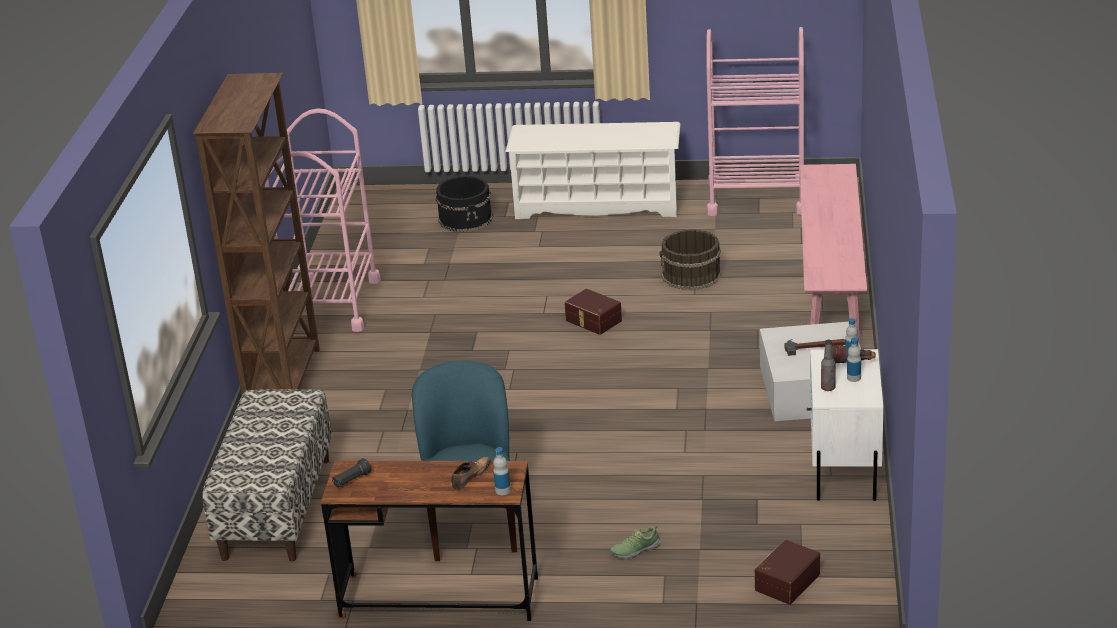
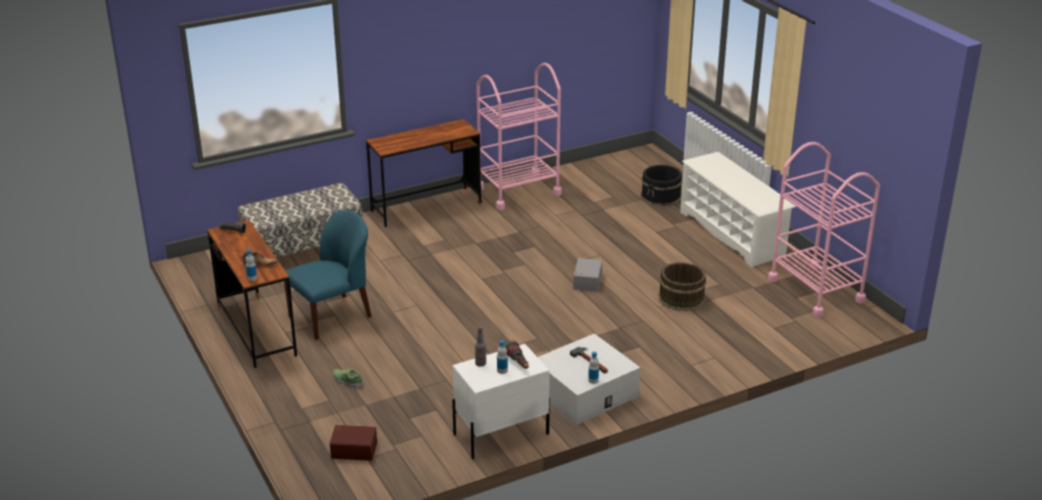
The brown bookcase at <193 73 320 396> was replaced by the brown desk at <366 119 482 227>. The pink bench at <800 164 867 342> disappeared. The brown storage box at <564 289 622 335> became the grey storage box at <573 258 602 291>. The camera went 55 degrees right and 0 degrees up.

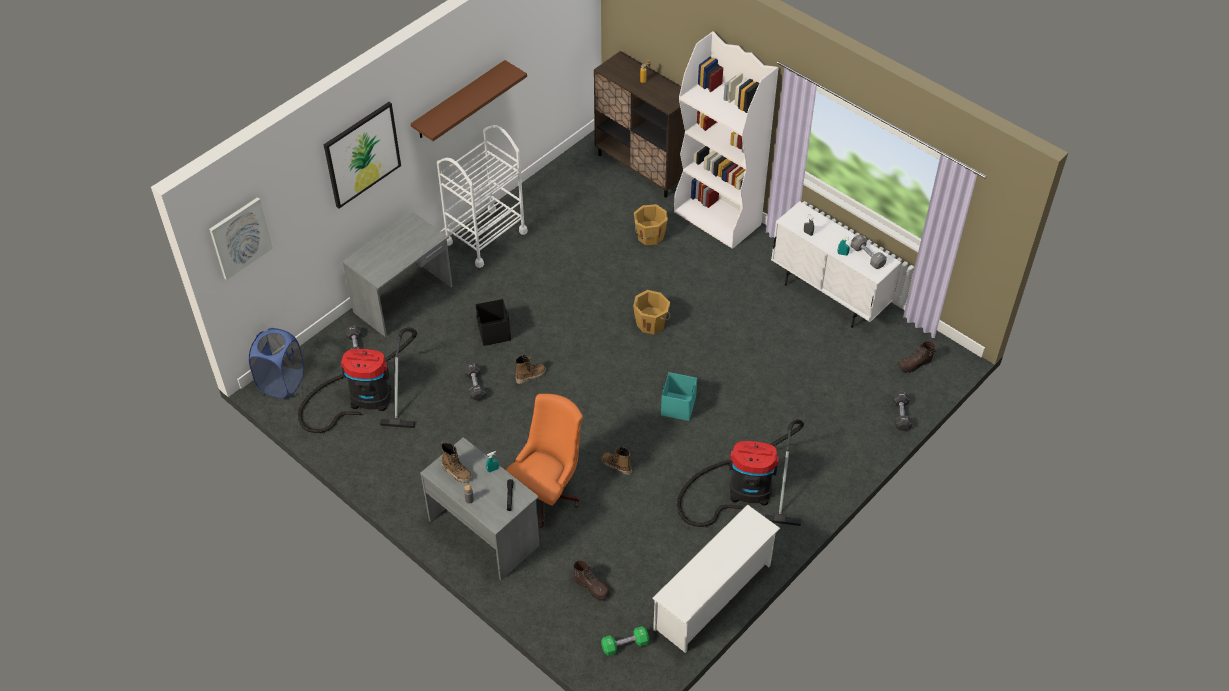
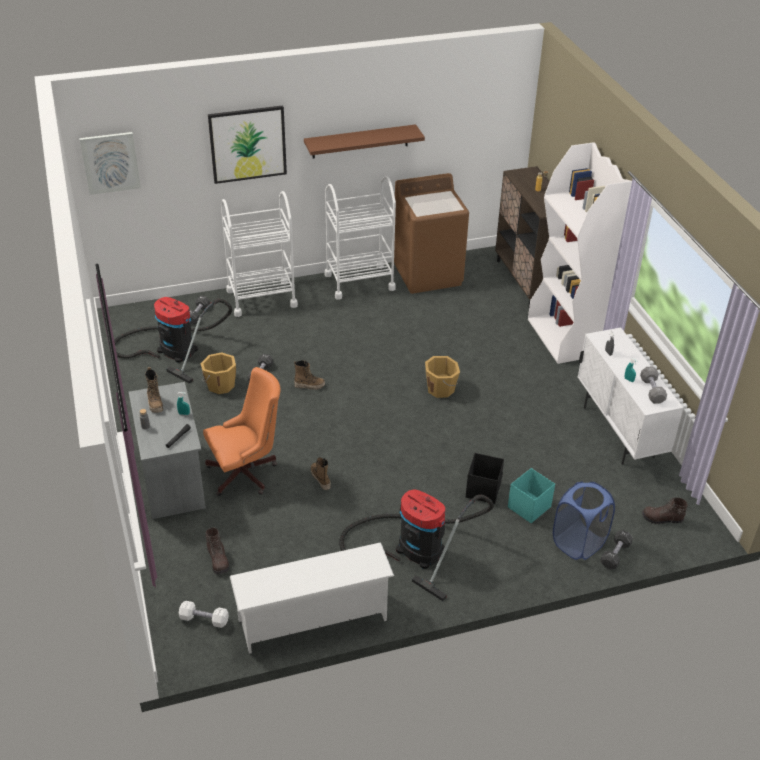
The orange bucket moved from <634 204 668 245> to <201 352 236 394>. The grey desk at <342 212 452 337> was replaced by the white cart at <221 191 298 317>. The black storage box moved from <475 299 511 346> to <466 453 504 504>. The blue laundry basket moved from <249 328 304 399> to <553 481 615 560>. The turquoise storage box moved from <661 372 697 421> to <508 468 555 523>. The green dumbbell at <601 626 649 656> became the white dumbbell at <179 601 229 628>. The brown washing machine at <394 173 469 294> appeared. The camera went 30 degrees right and 10 degrees down.

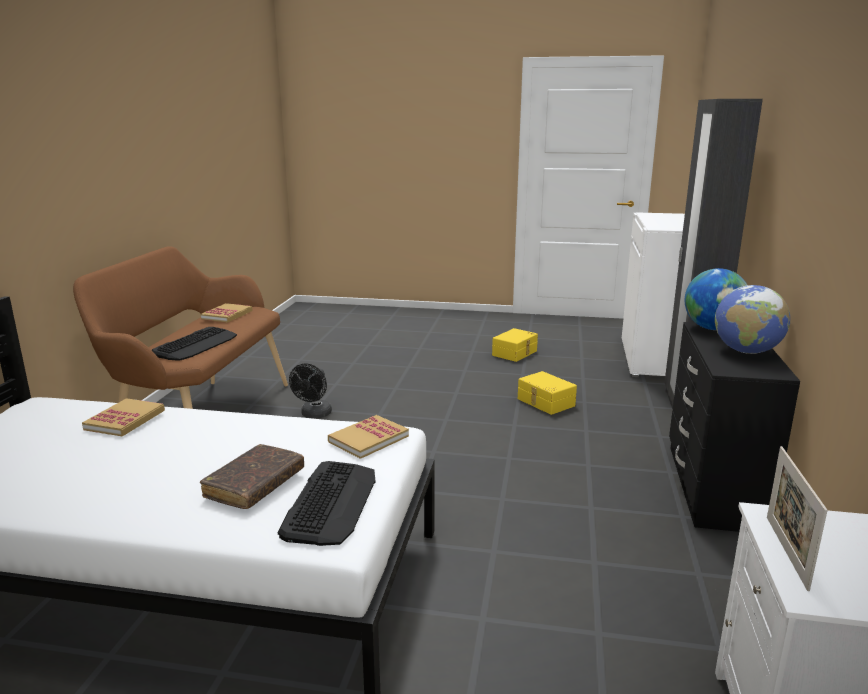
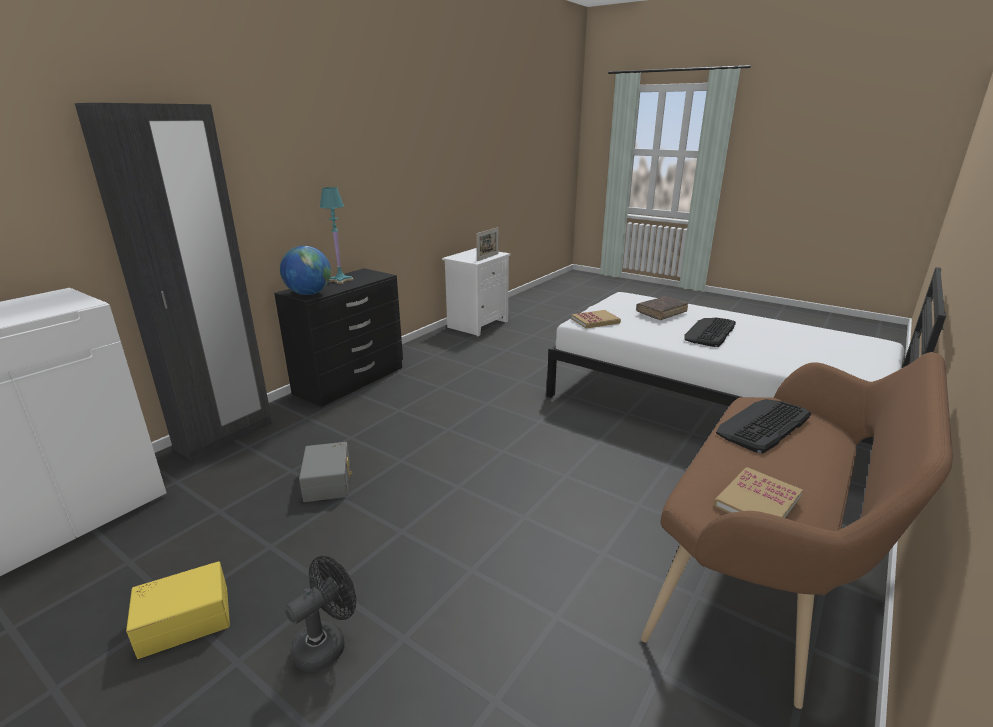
The globe at <715 285 790 354> was replaced by the turquoise table lamp at <320 187 353 284>. The black fan moved from <289 363 332 418> to <285 556 356 672>. The yellow storage box at <518 371 577 415> became the grey storage box at <299 442 352 502>. The book at <82 398 165 436> disappeared. The keyboard moved from <278 461 375 546> to <684 317 736 347>. The camera went 155 degrees left and 5 degrees up.

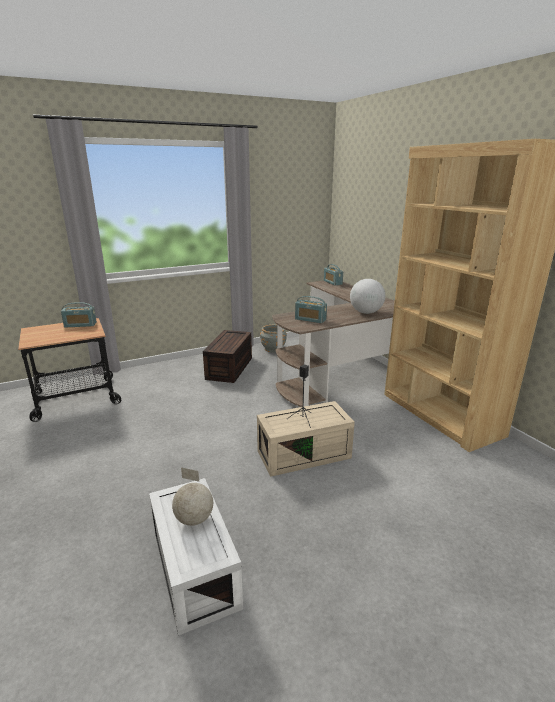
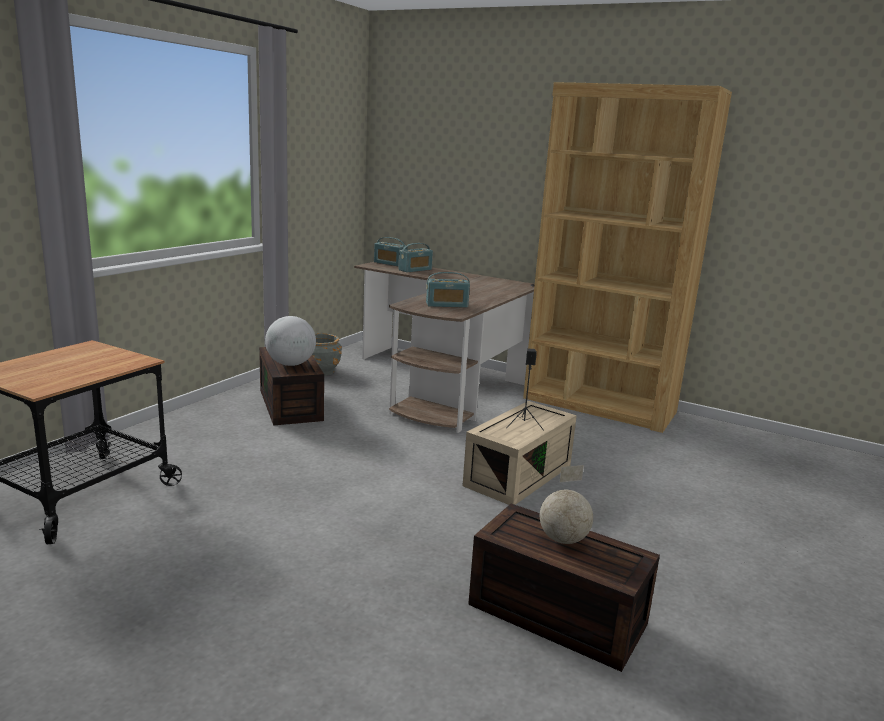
The globe moved from <350 279 385 314> to <265 316 316 366>. The radio moved from <61 302 97 328> to <399 243 433 272>. The white storage box at <149 478 243 636> became the brown storage box at <468 504 660 672>. The camera went 35 degrees left and 5 degrees down.

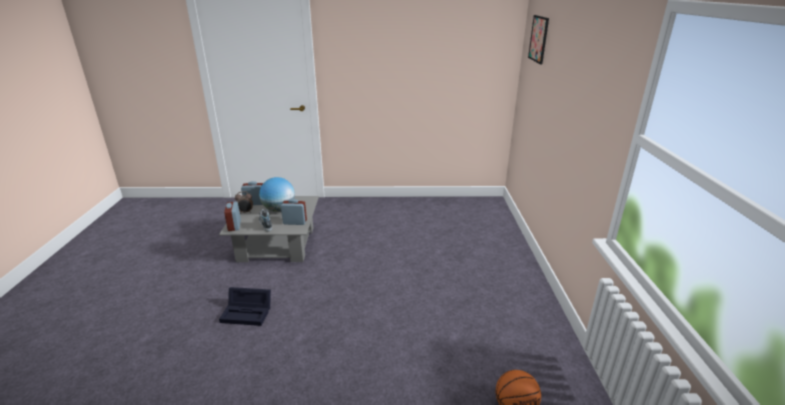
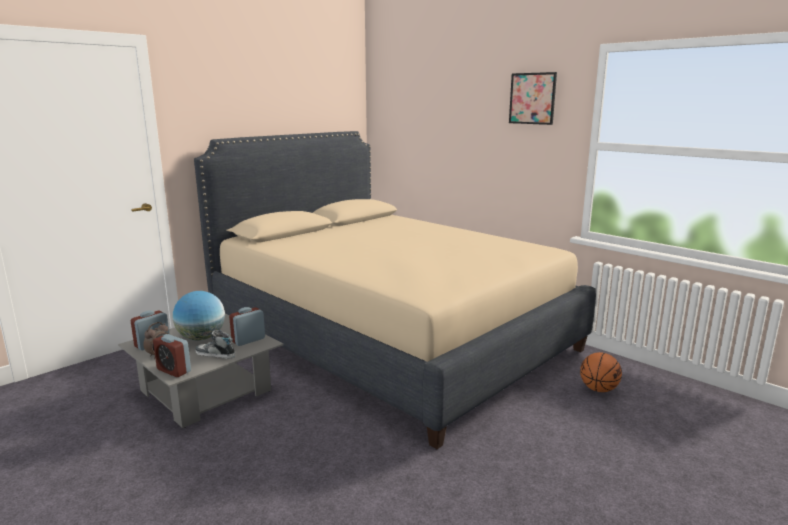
The picture moved from <528 15 549 64> to <509 72 557 125>. The black storage box at <219 287 271 326> disappeared. The beige bed at <194 131 596 449> appeared. The camera went 45 degrees left and 10 degrees down.

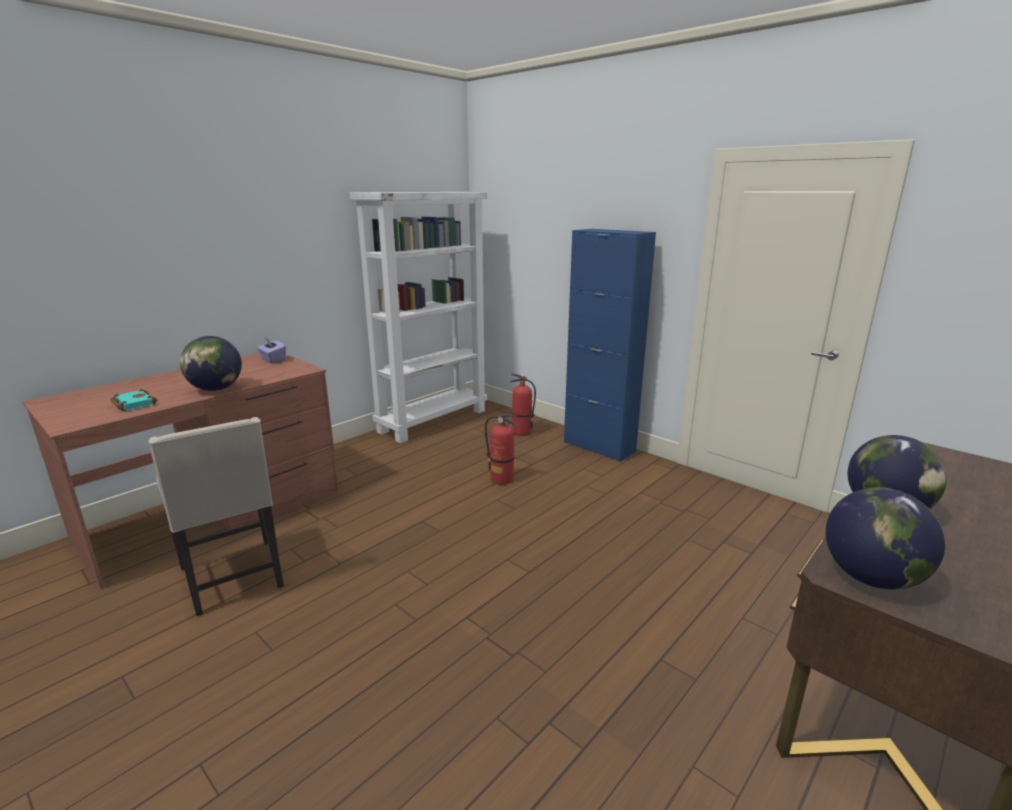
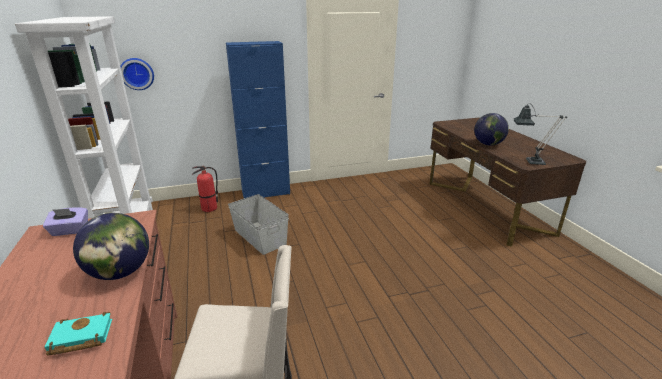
The fire extinguisher at <485 414 519 485> was replaced by the grey storage box at <228 194 289 255>. The globe at <826 487 945 590> was replaced by the table lamp at <514 103 567 165>. The wall clock at <120 58 154 90> appeared. The camera went 60 degrees left and 5 degrees up.

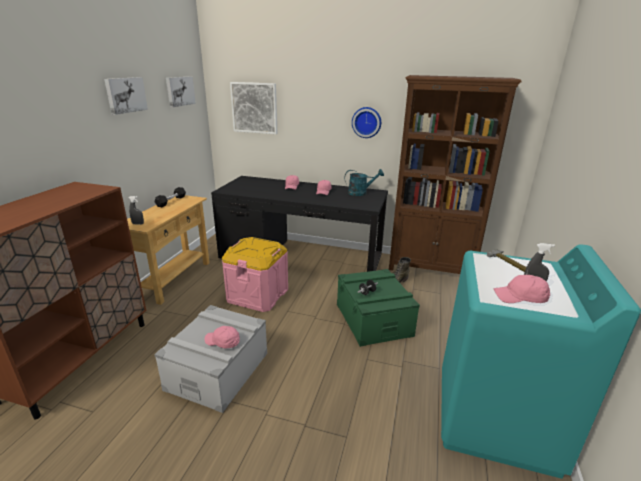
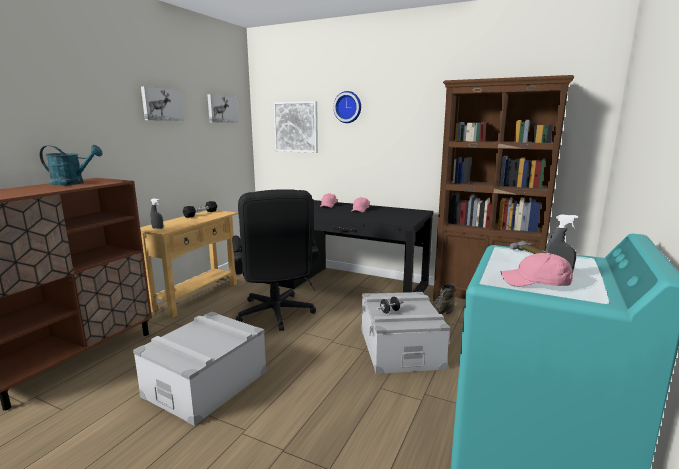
The wall clock moved from <352 107 381 138> to <333 91 361 123>. The turquoise watering can moved from <344 169 384 196> to <39 145 103 186>. The pink storage box at <222 237 288 312> was replaced by the black office chair at <232 189 318 331>. The green storage box at <337 269 420 347> became the grey storage box at <362 292 450 374>. The pink cap at <205 326 240 348> disappeared. The camera went 10 degrees right and 10 degrees down.

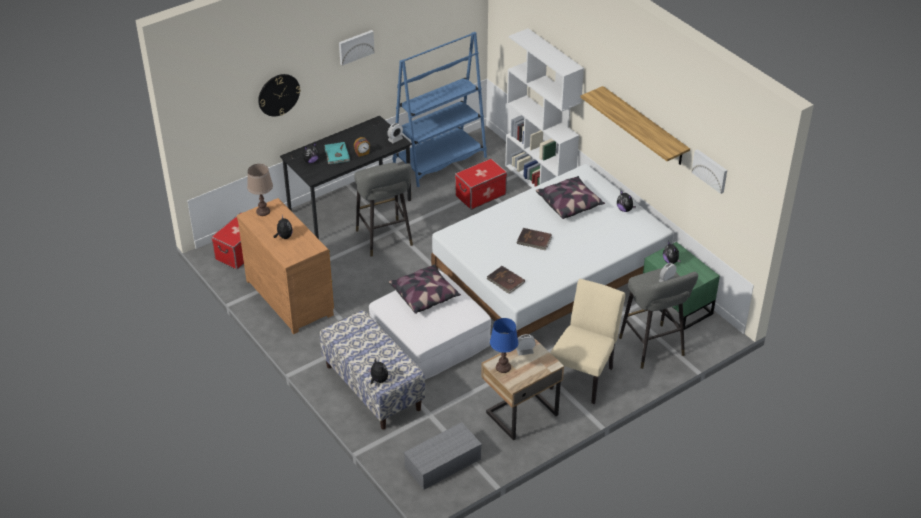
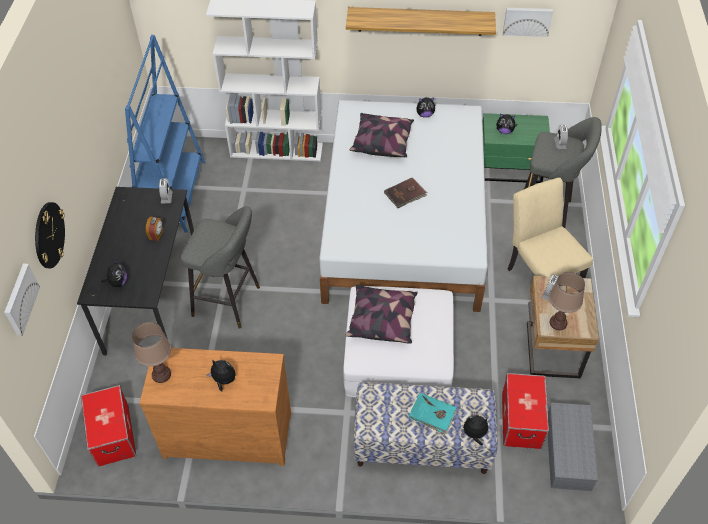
The picture moved from <339 30 375 66> to <4 264 40 336>. The turquoise book moved from <324 142 350 164> to <408 393 457 435>. The storage box moved from <455 158 507 210> to <502 373 549 449>. The brown book at <487 266 525 294> disappeared. The blue table lamp at <490 318 518 373> became the brown table lamp at <549 272 585 330>. The camera went 50 degrees left and 10 degrees up.

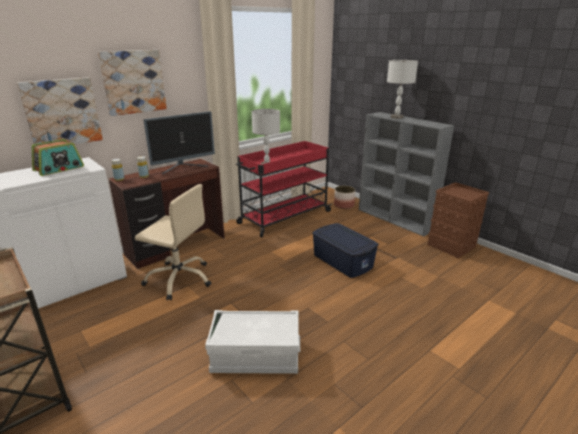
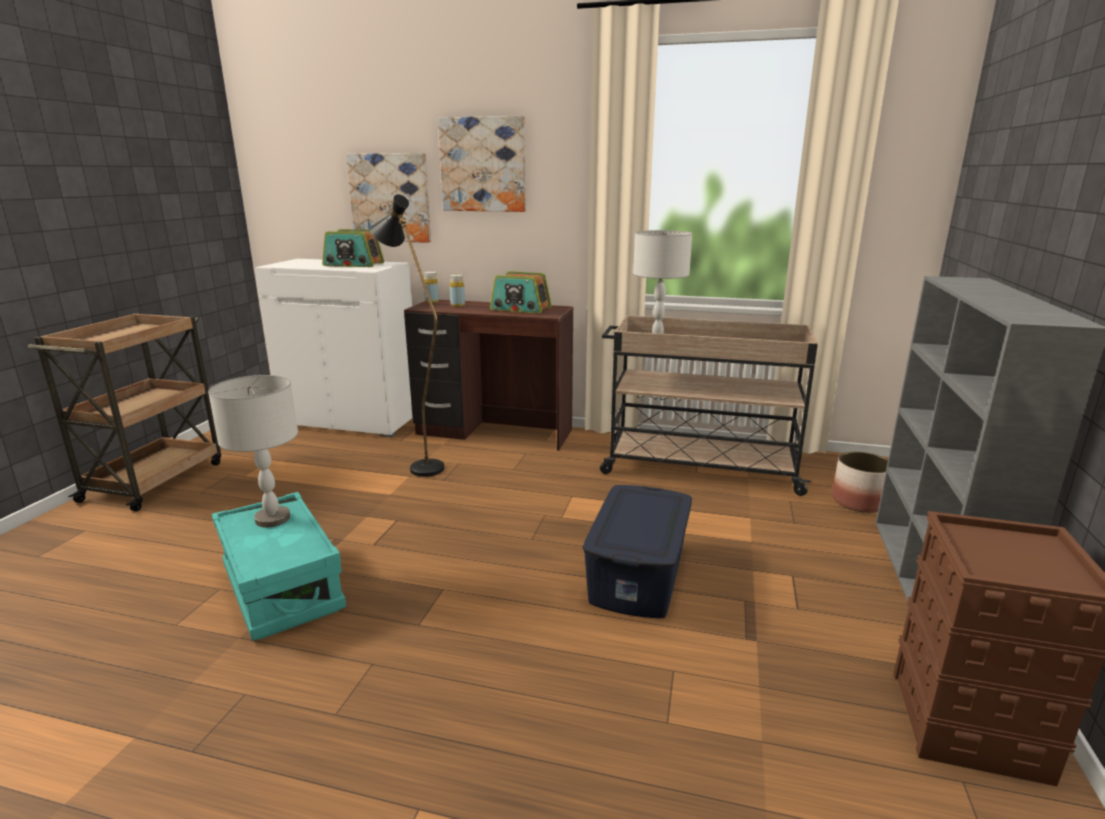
The grey table lamp moved from <387 60 418 119> to <208 375 298 528>. The monitor at <143 111 215 175> was replaced by the radio at <490 271 552 313>. The red cart at <236 141 332 237> became the beige cart at <600 315 818 496>. The beige office chair at <135 184 211 300> was replaced by the black floor lamp at <370 194 444 477>. The white storage box at <205 310 301 374> became the turquoise storage box at <212 492 346 641>. The camera went 55 degrees right and 5 degrees down.

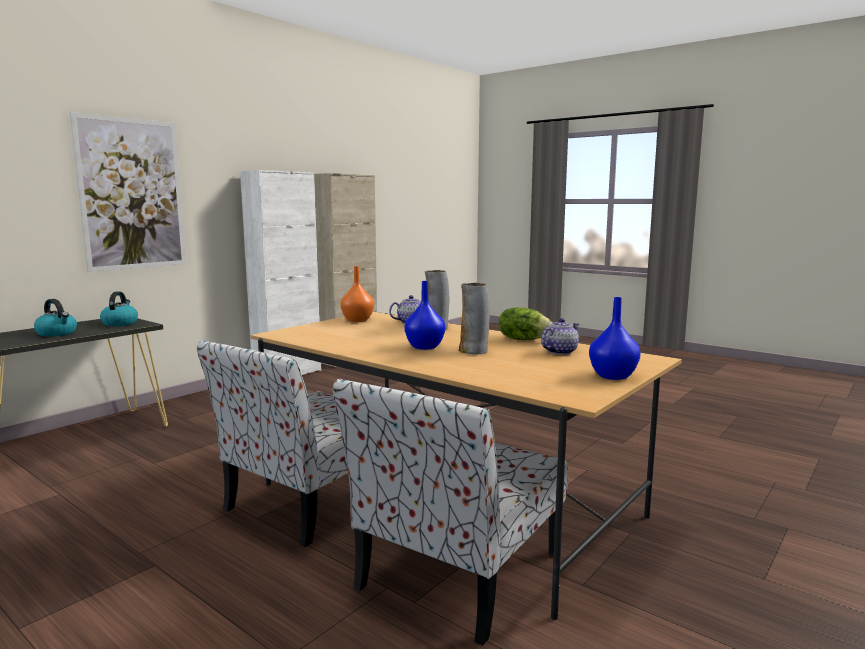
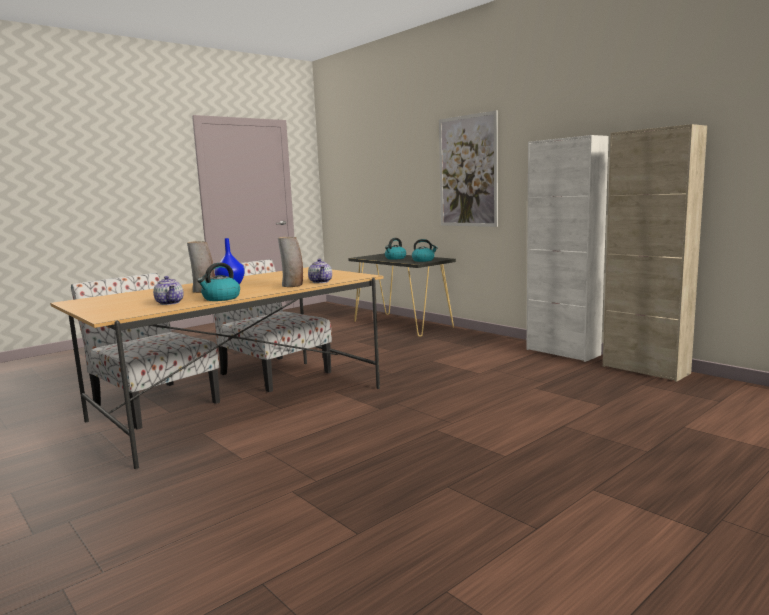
The orange vase at <340 266 374 322> disappeared. The blue vase at <589 297 641 380> disappeared. The lettuce at <499 307 552 340> was replaced by the kettle at <197 263 240 301>. The camera went 100 degrees right and 0 degrees up.

